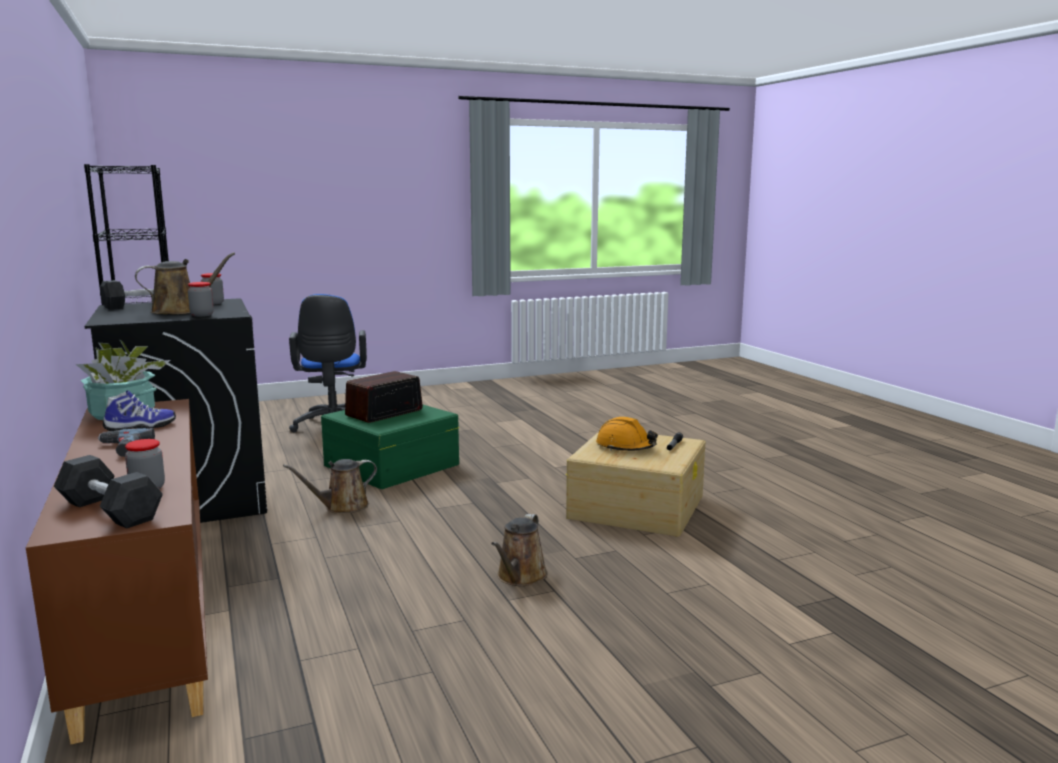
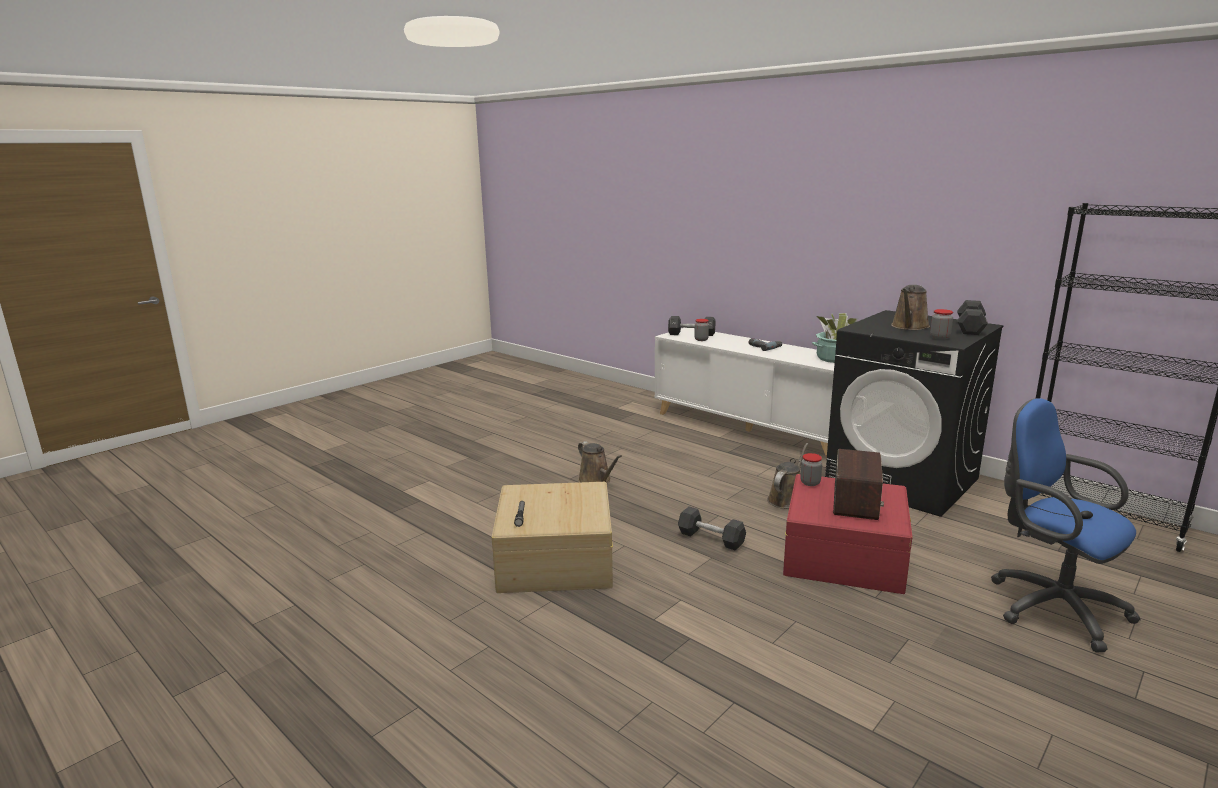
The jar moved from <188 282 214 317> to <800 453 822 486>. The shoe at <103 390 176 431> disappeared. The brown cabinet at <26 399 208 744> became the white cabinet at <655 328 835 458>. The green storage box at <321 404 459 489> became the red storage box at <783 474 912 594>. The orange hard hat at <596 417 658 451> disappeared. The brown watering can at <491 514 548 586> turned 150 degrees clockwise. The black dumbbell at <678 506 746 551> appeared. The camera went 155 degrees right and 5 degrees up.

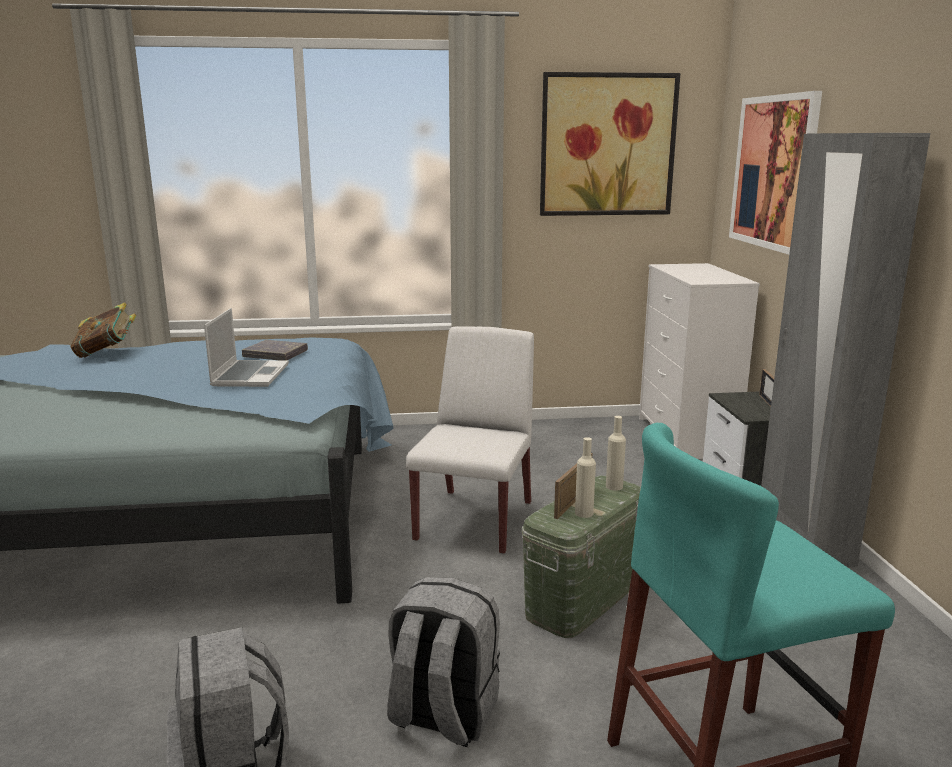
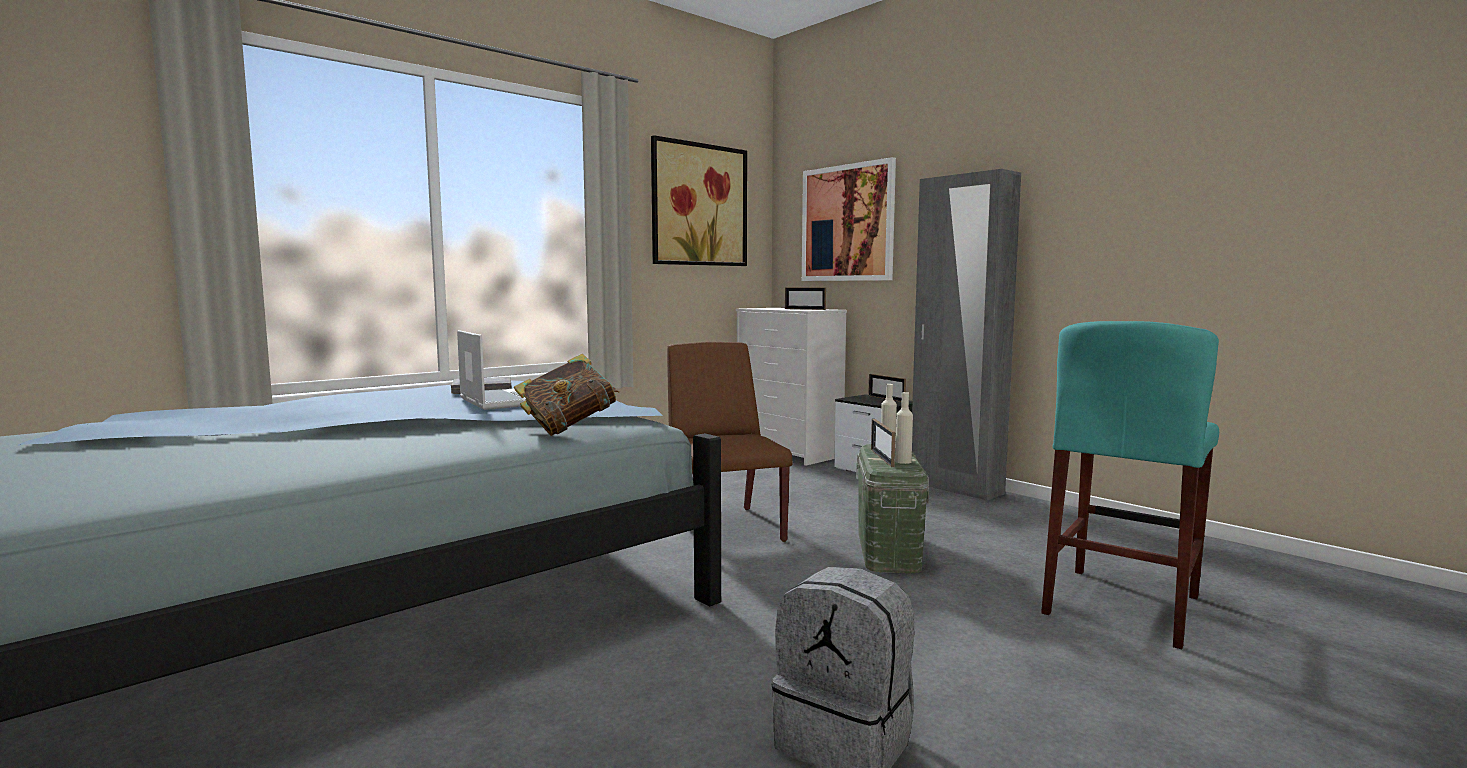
The book moved from <71 302 136 358> to <514 354 619 436>. The white chair at <406 326 534 554> became the brown chair at <667 341 793 542>. The grey backpack at <387 577 500 747> disappeared. The picture frame at <785 287 826 310> appeared. The camera went 35 degrees left and 10 degrees down.

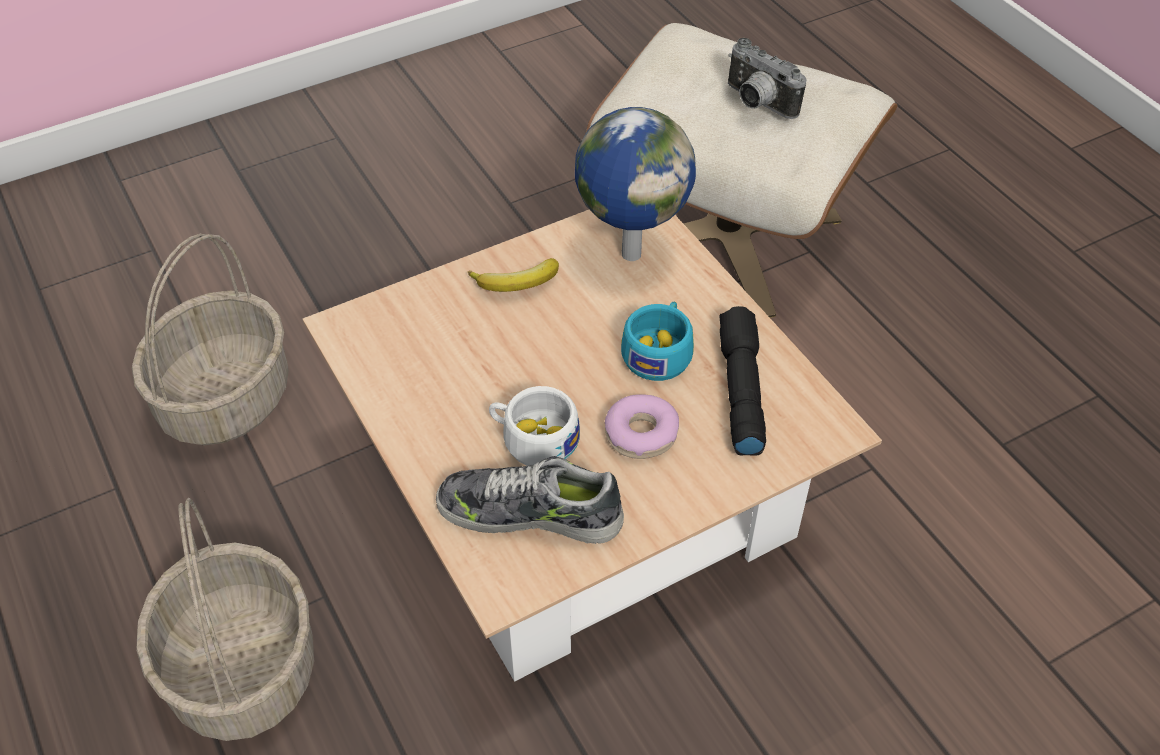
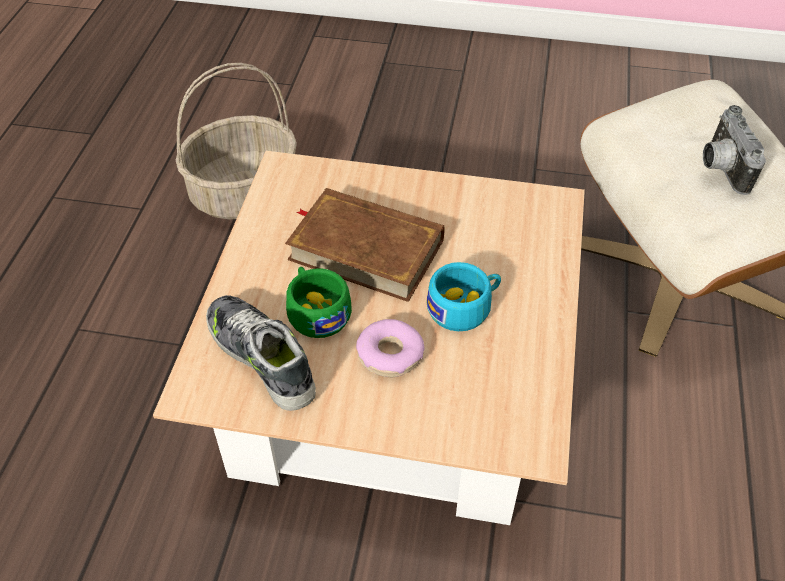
The globe at <575 107 696 261> disappeared. The banana at <468 258 559 292> disappeared. The black flashlight at <720 306 766 456> disappeared. The white cup at <489 386 580 466> became the green cup at <286 267 352 338>. The basket at <136 498 314 741> disappeared. The brown book at <285 188 445 302> appeared. The camera went 40 degrees right and 0 degrees up.

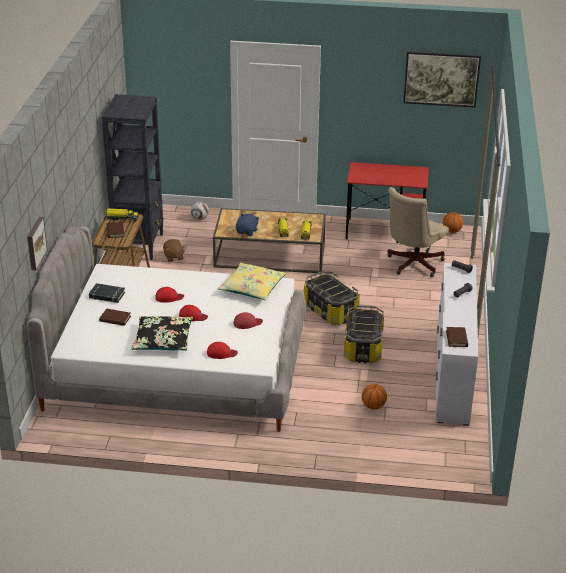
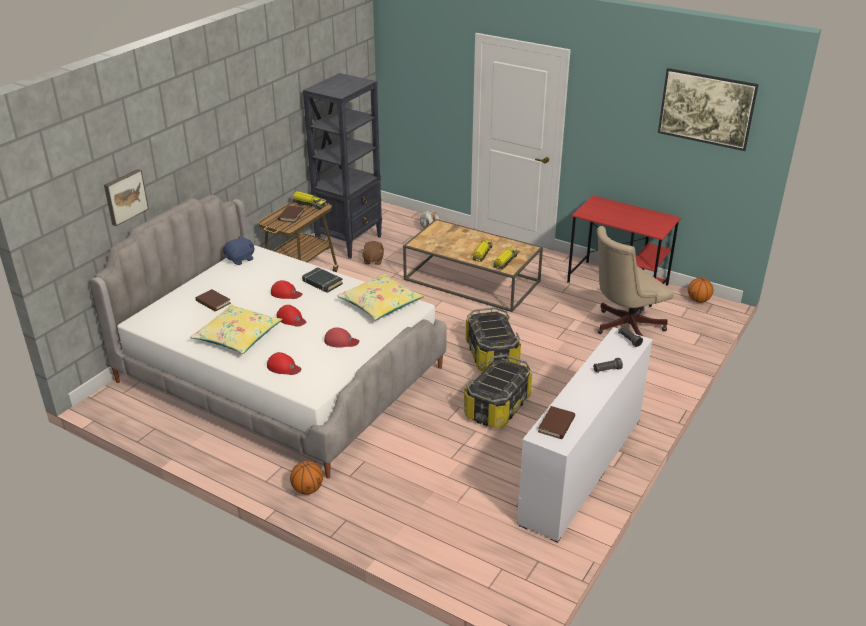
The blue plush toy moved from <236 213 259 236> to <223 237 254 265>. The black book moved from <89 283 125 303> to <302 267 343 293>. The black pillow at <131 316 193 351> became the yellow pillow at <190 305 283 354>. The basketball moved from <362 384 387 410> to <290 461 323 495>. The camera went 25 degrees right and 0 degrees up.

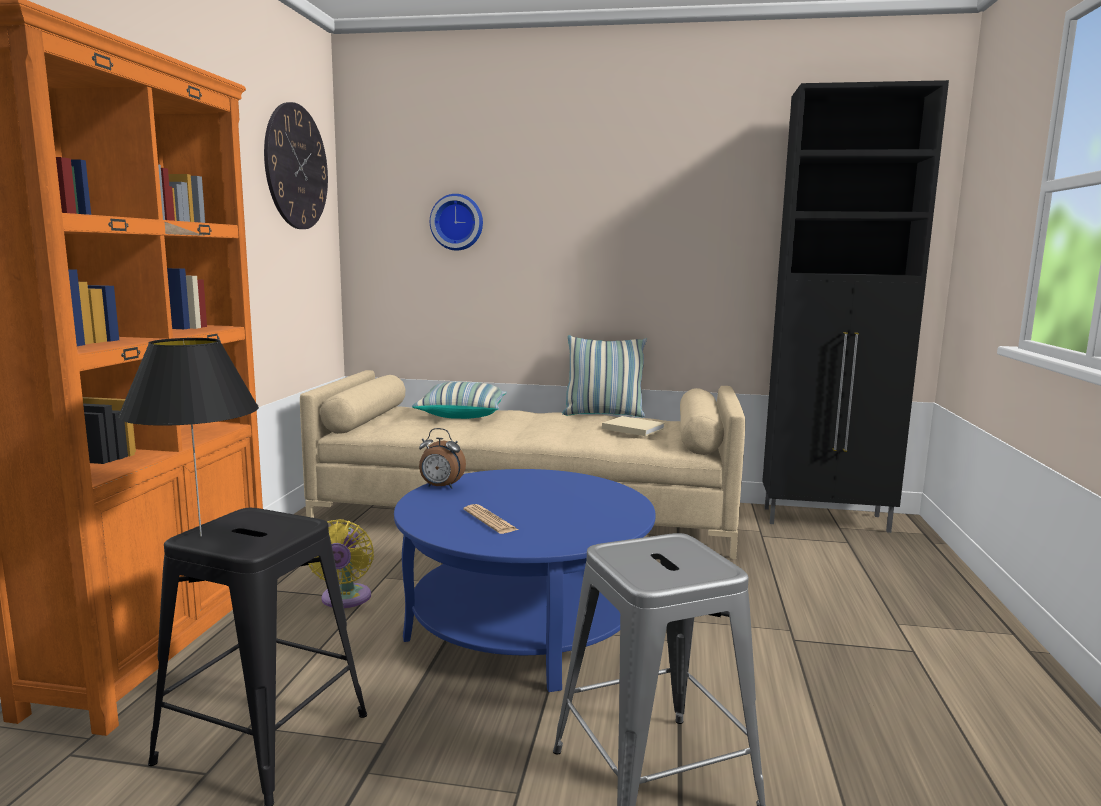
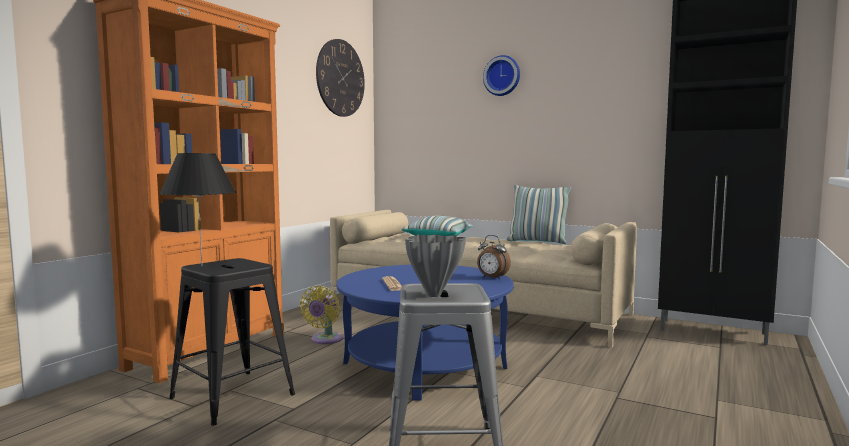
The wall clock moved from <430 194 483 251> to <483 55 520 96>. The beige book at <602 416 665 436> disappeared. The alarm clock moved from <419 428 466 489> to <477 235 511 279>. The grey vase at <405 235 466 297> appeared. The camera went 20 degrees right and 5 degrees down.

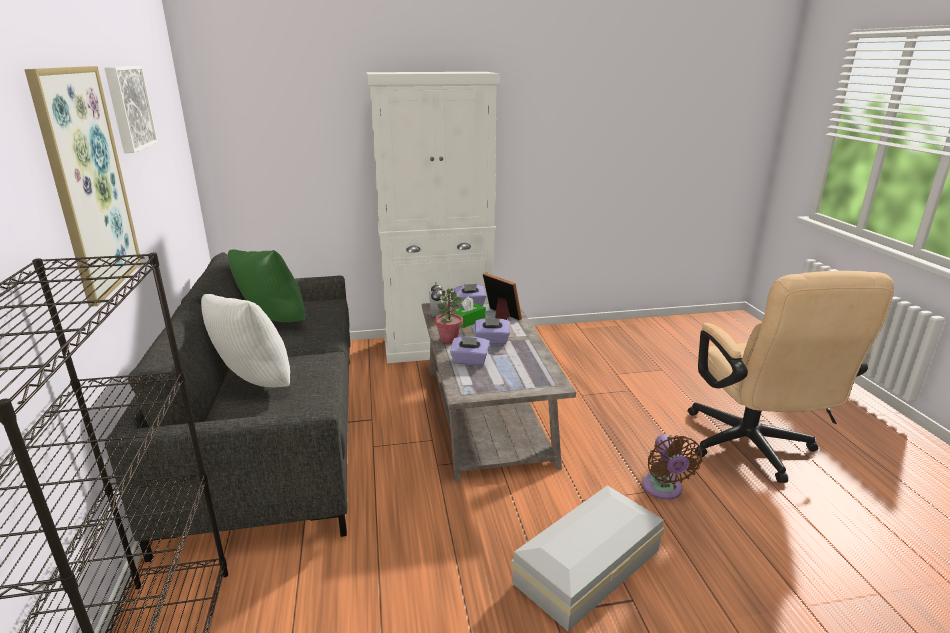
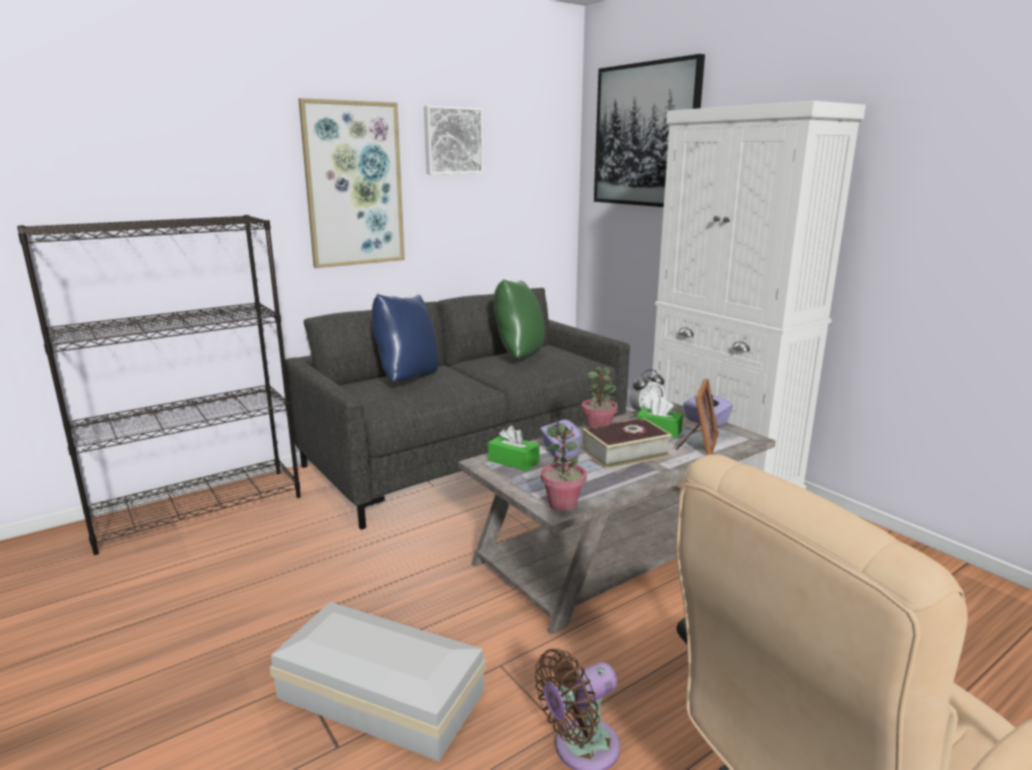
The white pillow at <201 294 290 388> became the blue pillow at <372 294 438 382>. The purple tissue box at <475 318 510 344> was replaced by the book at <581 418 672 469>. The picture at <594 54 705 207> appeared. The potted plant at <541 424 587 512> appeared. The green tissue box at <488 425 540 471> appeared. The camera went 65 degrees right and 5 degrees down.

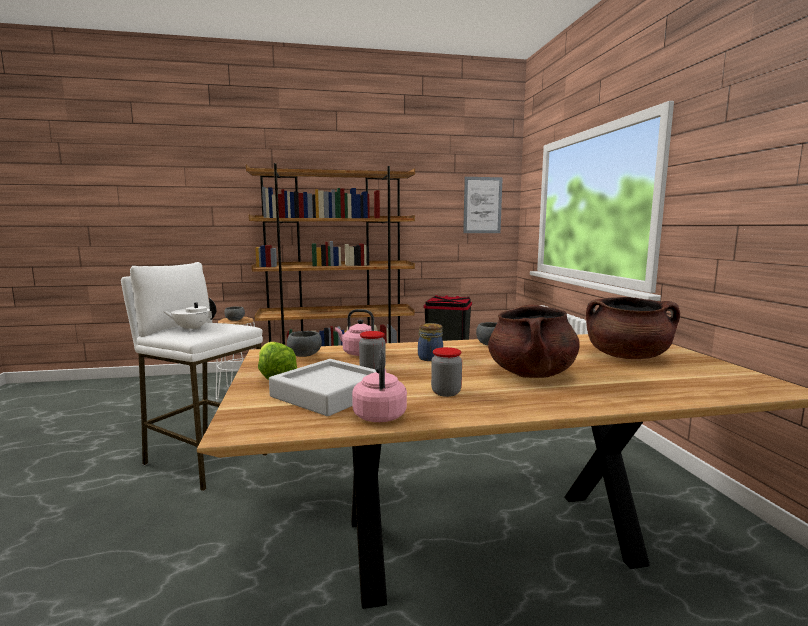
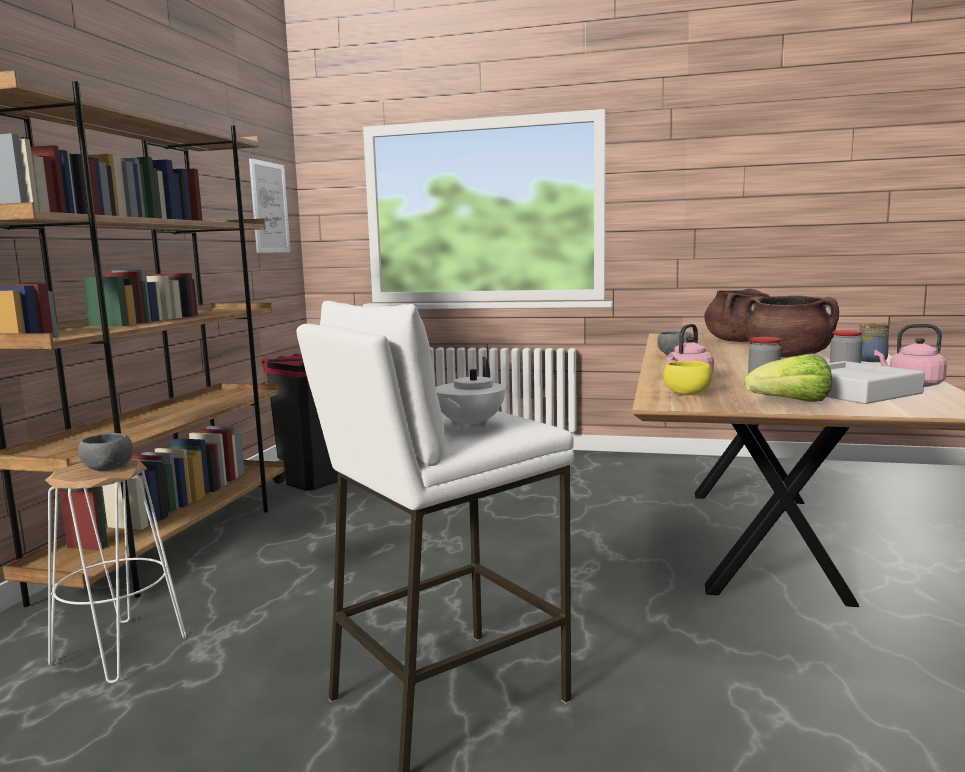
The jar moved from <418 323 443 361> to <858 322 889 362>. The grey bowl at <287 331 322 357> became the yellow bowl at <664 361 713 395>. The camera went 65 degrees left and 0 degrees up.

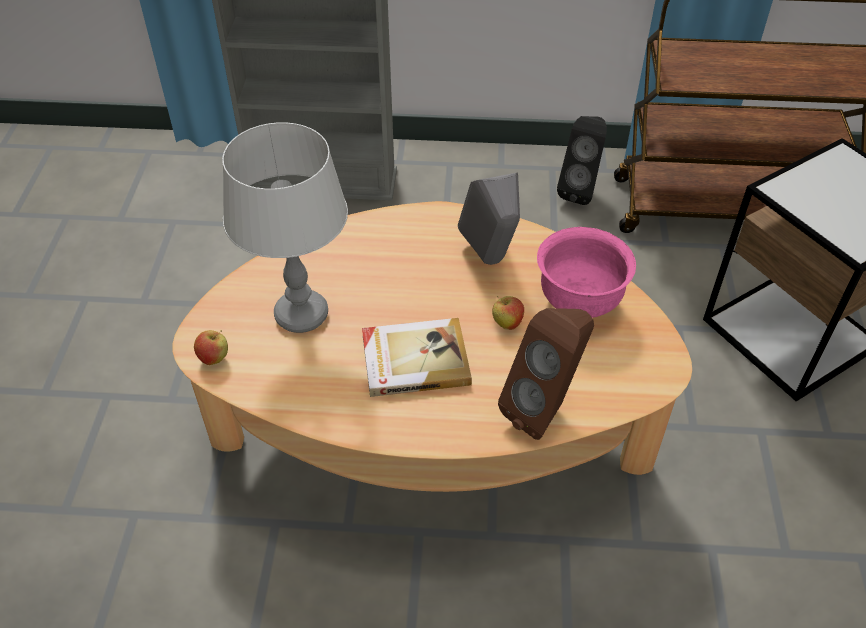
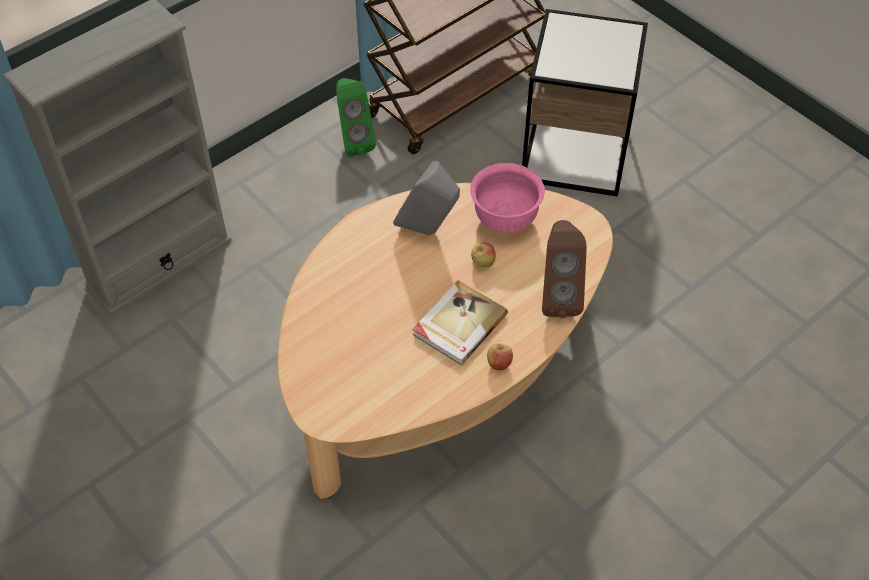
The black speaker at <557 116 607 205> became the green speaker at <336 78 376 156>. The grey table lamp at <222 122 348 333> disappeared. The apple moved from <194 330 228 365> to <487 340 513 370>. The camera went 45 degrees left and 5 degrees up.

